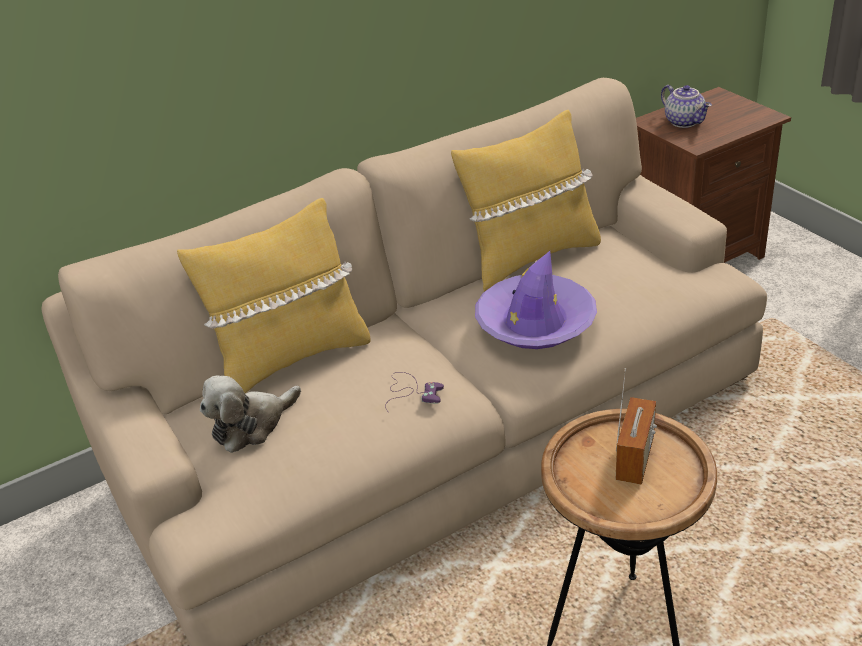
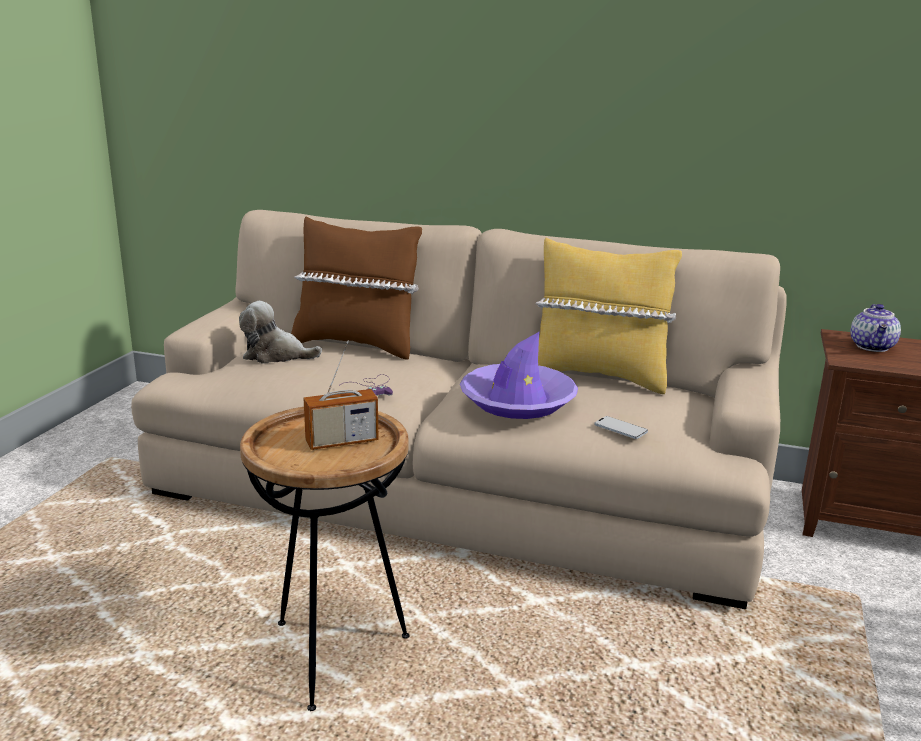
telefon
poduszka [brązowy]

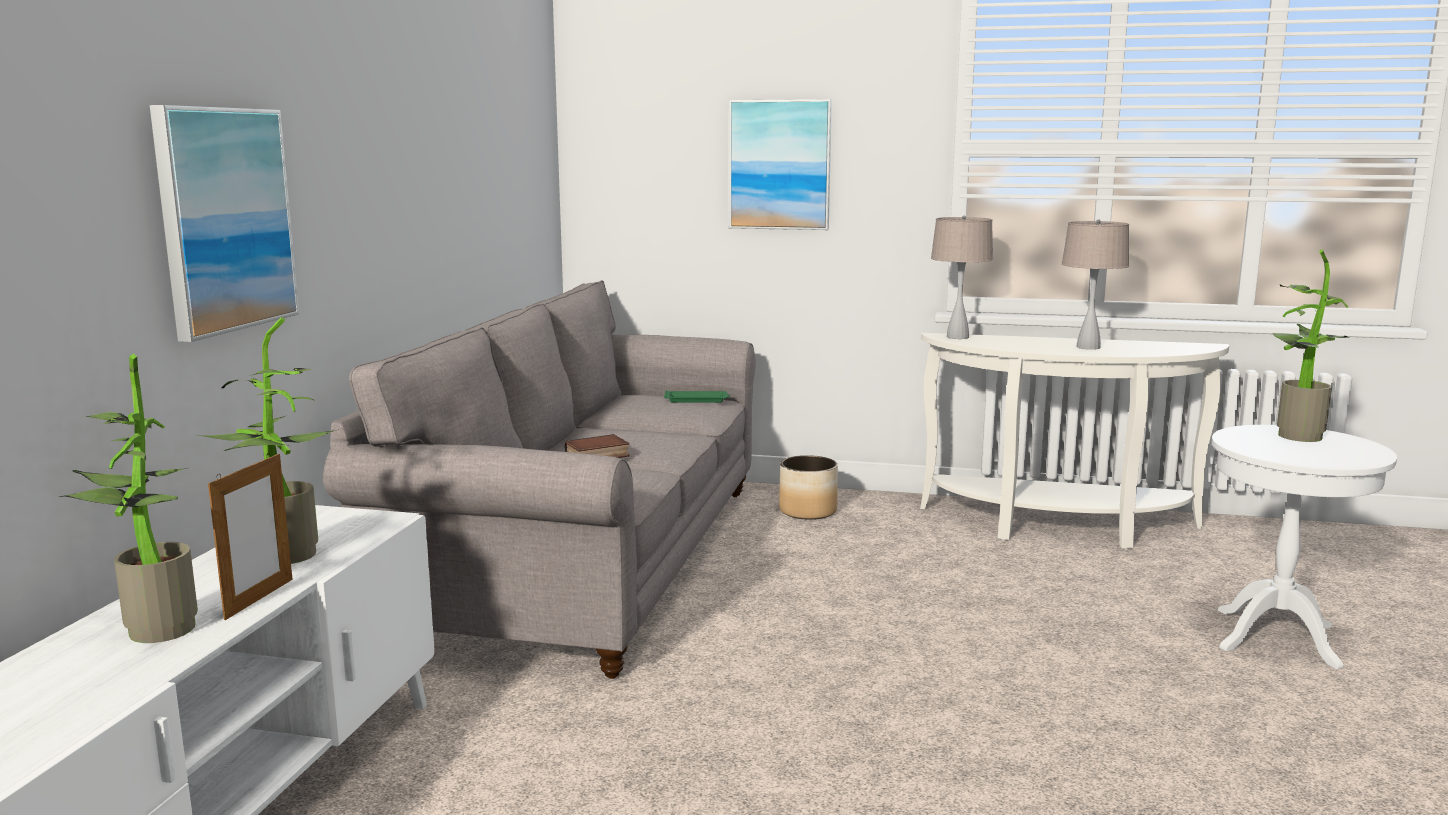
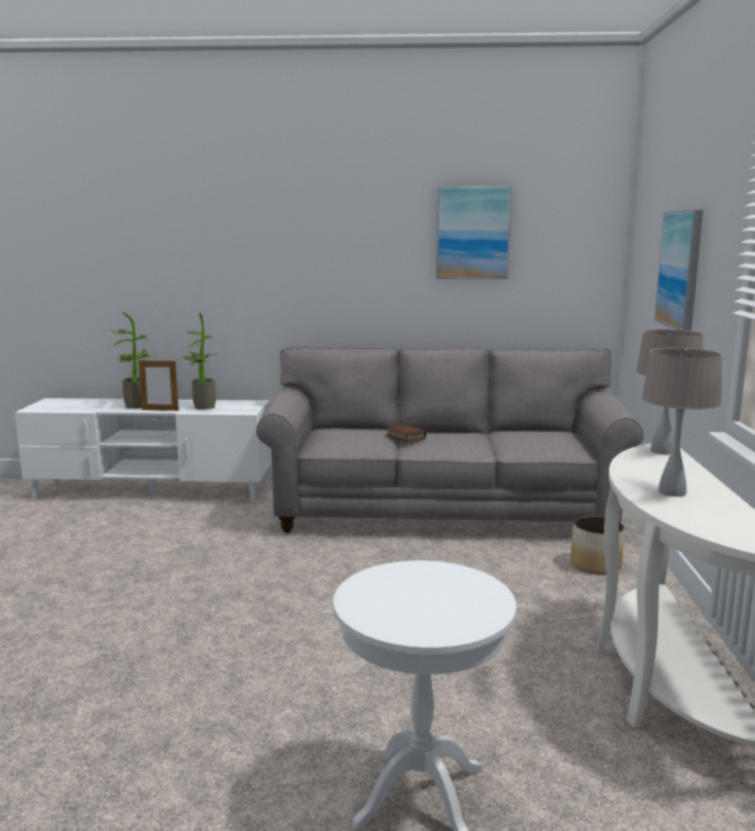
taca [zielony]
roślina doniczkowa (3rd from left in the first image)
obraz (1st from left)

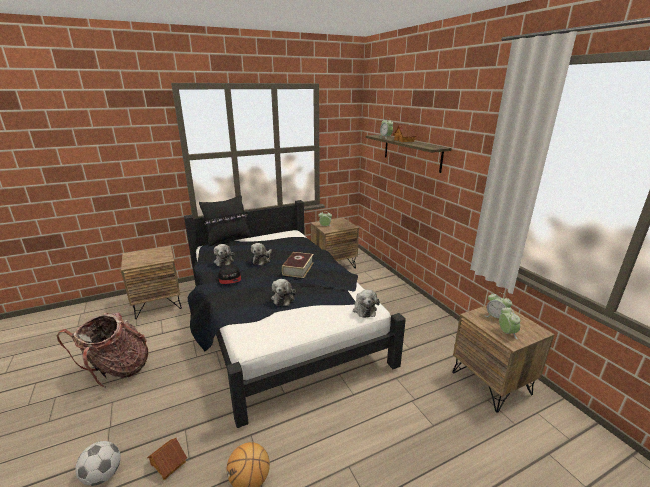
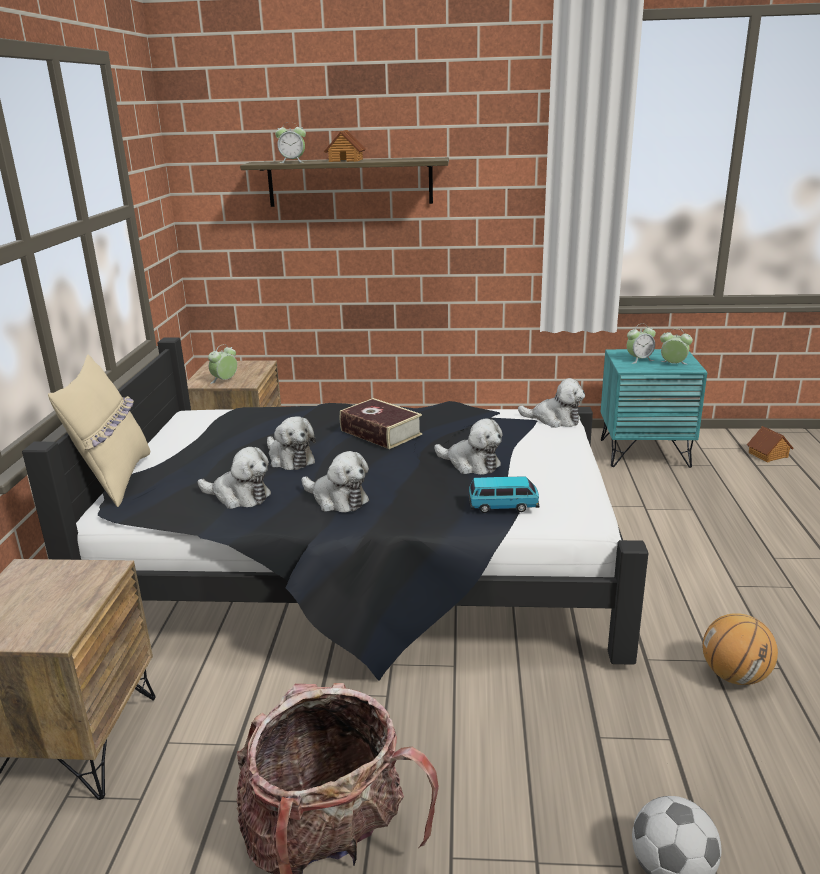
samochodzik
domek (2nd from left)
pluszak (3rd from left)
poduszka [beżowy]
szafka nocna [turkusowy]

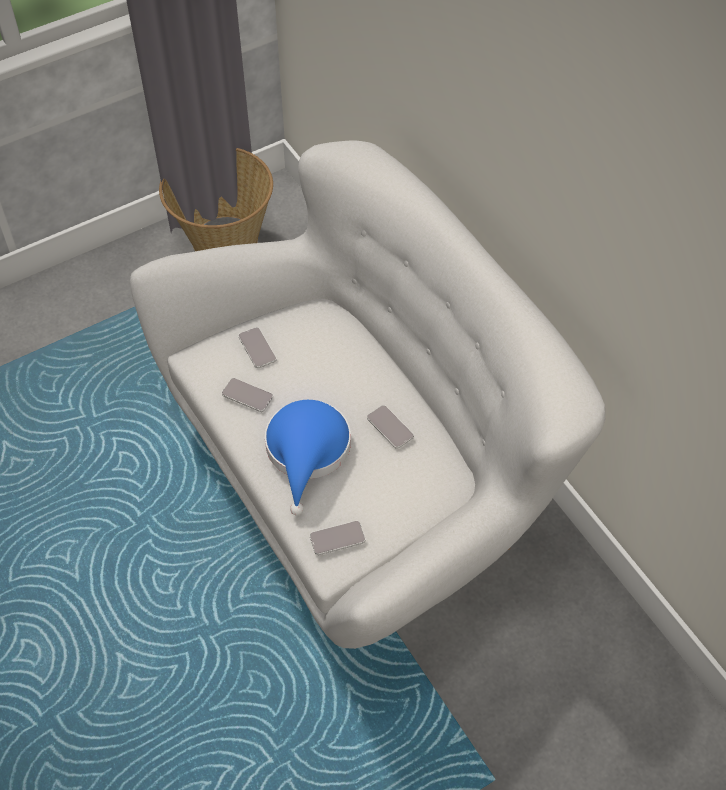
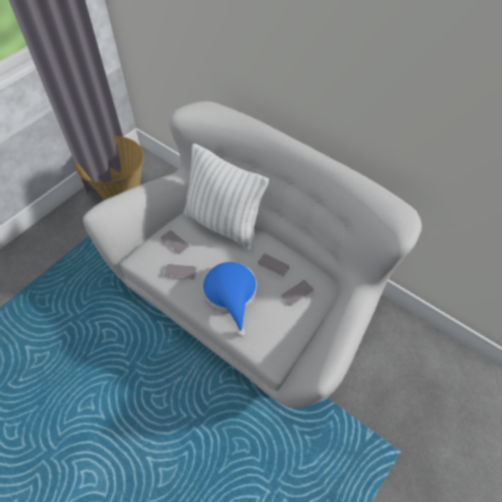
poduszka [biały]
telefon (4th from left)

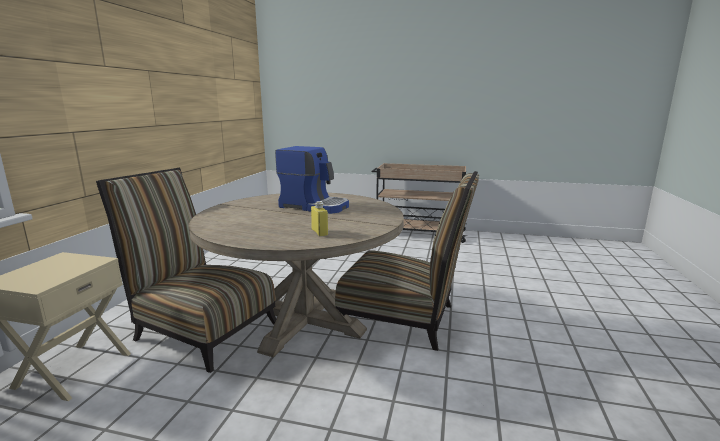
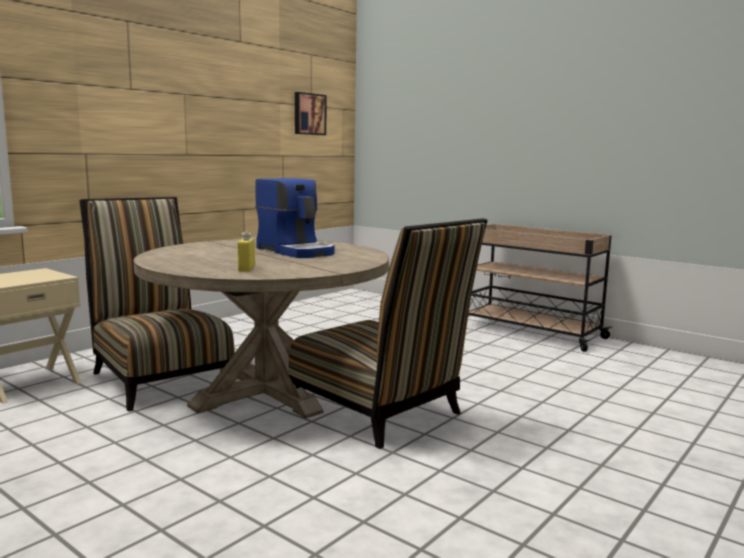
obraz

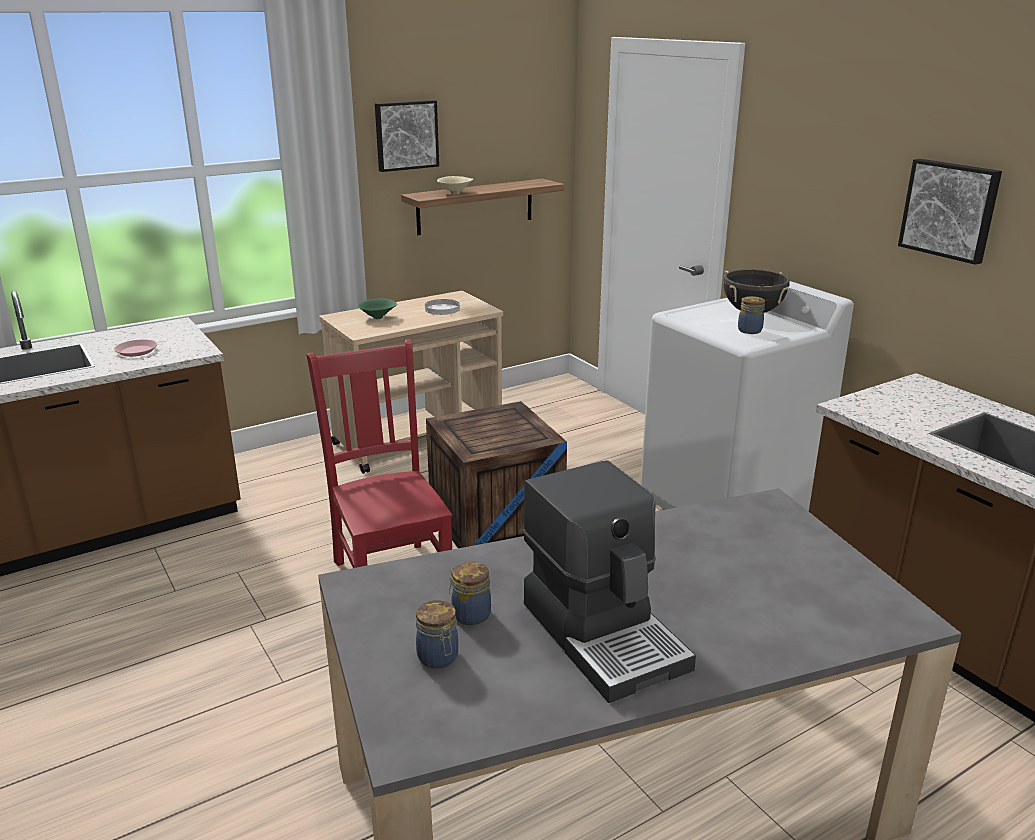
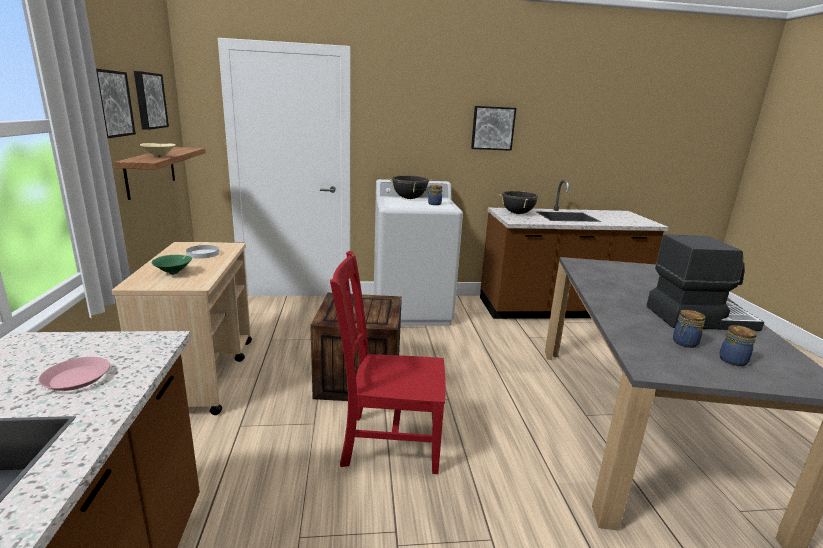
obraz (2nd from left)
garnek [czarny] (2nd from left)

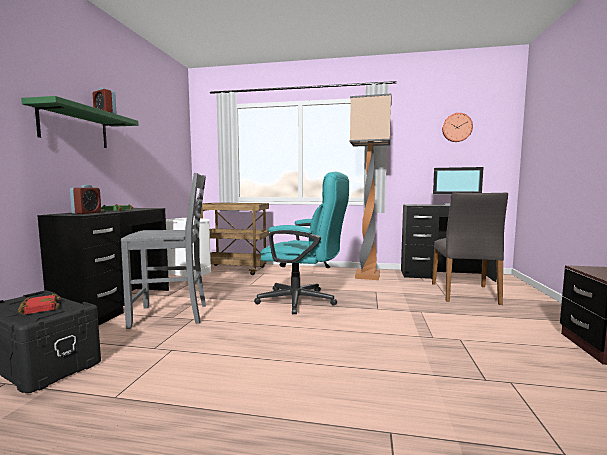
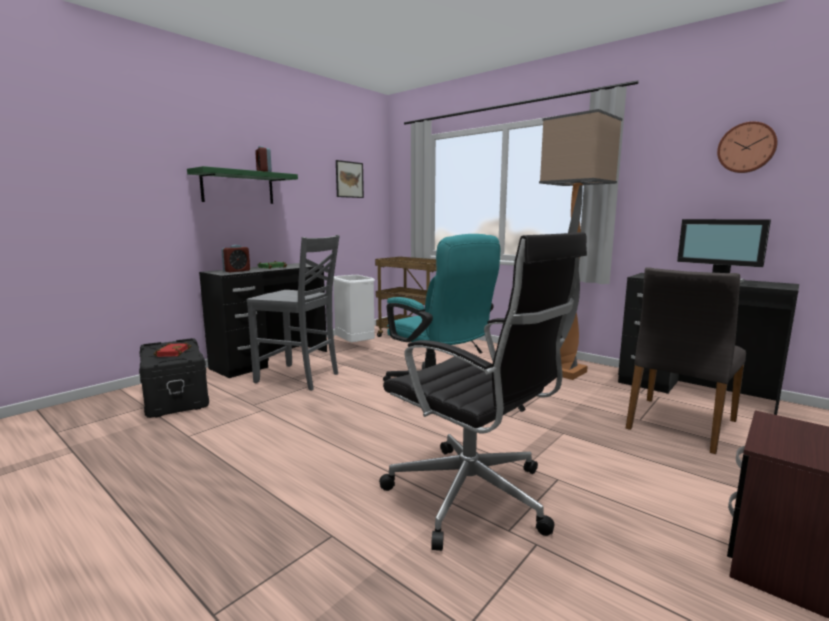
obraz
krzesło biurowe [czarny]

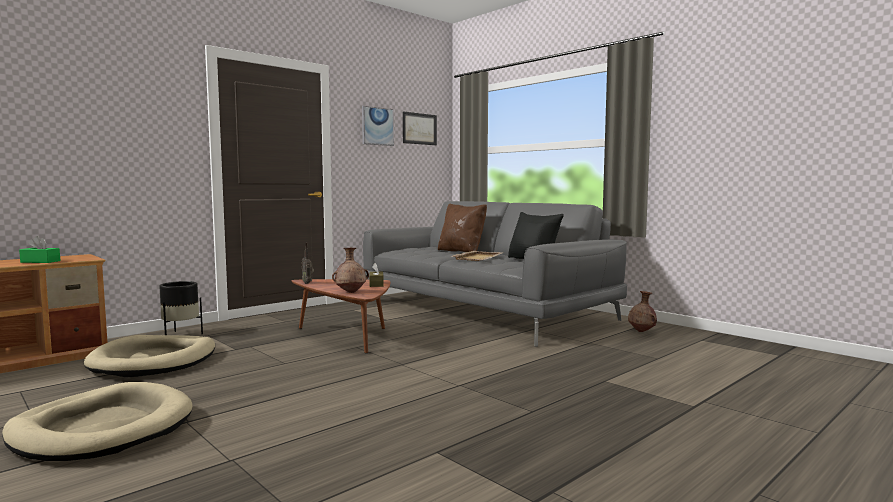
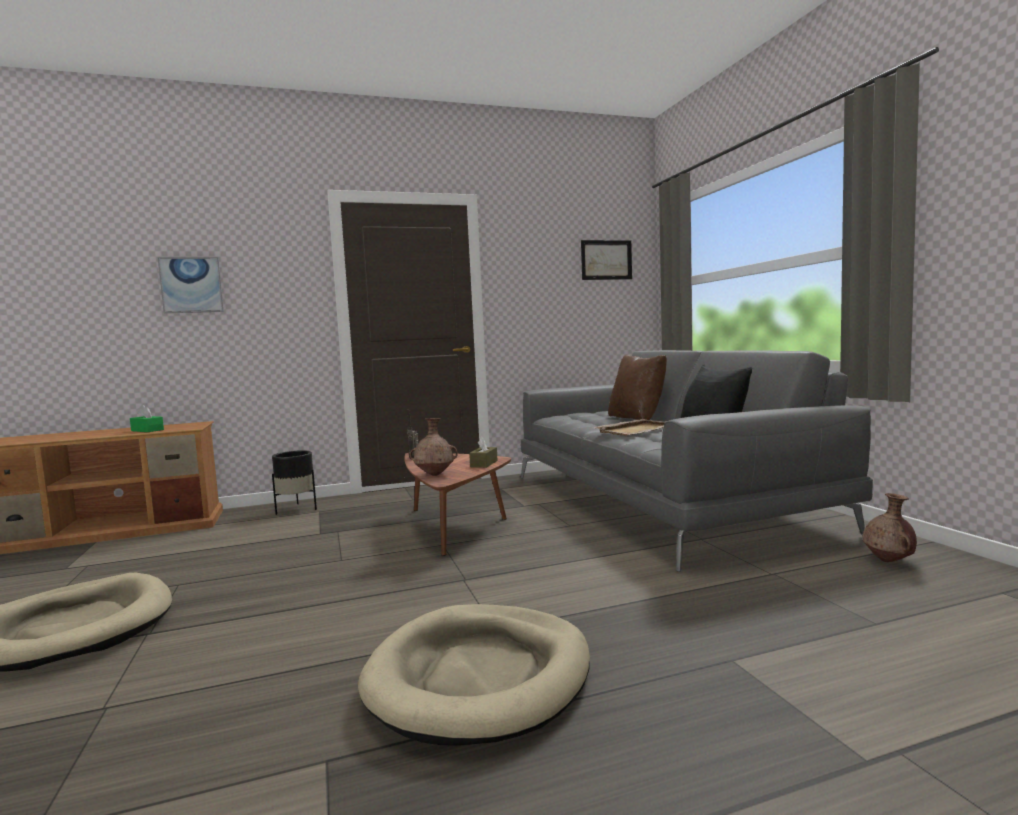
legowisko [beżowy] (2nd from left)
obraz (1st from left)

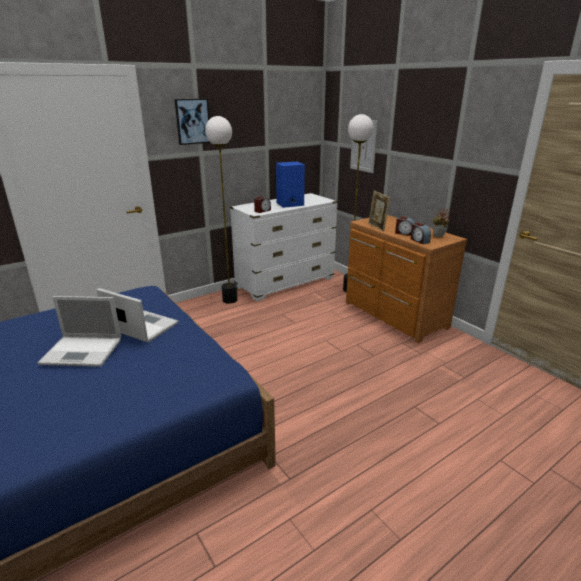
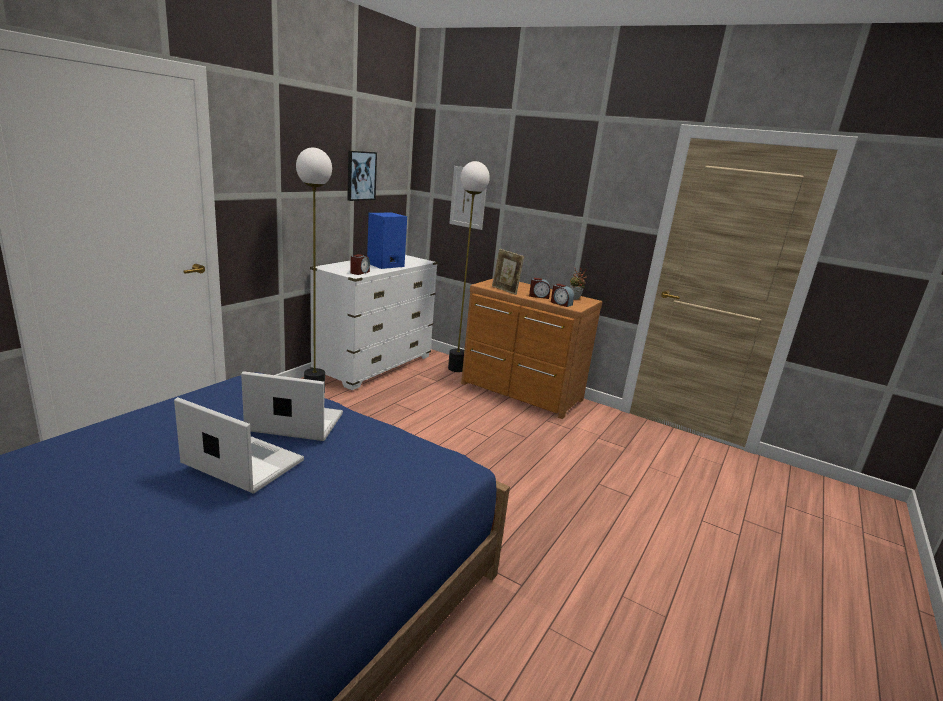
obraz (1st from left)
laptop (1st from left)

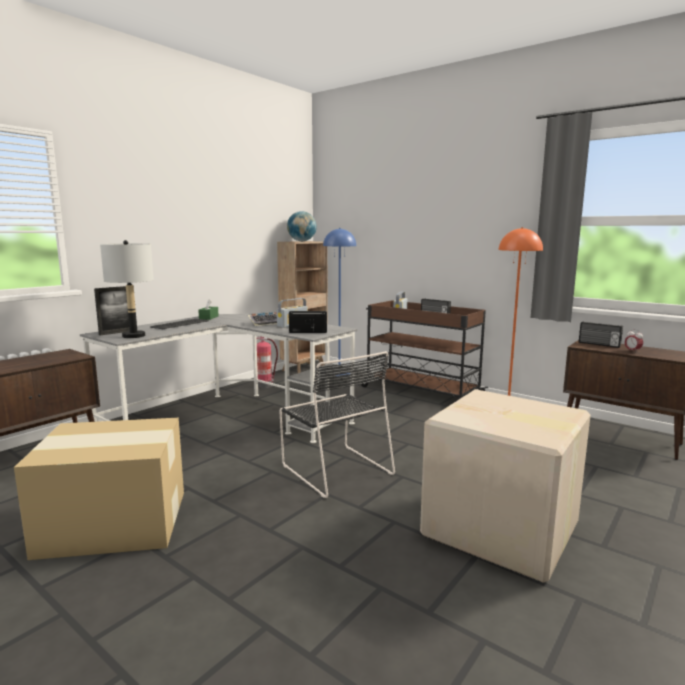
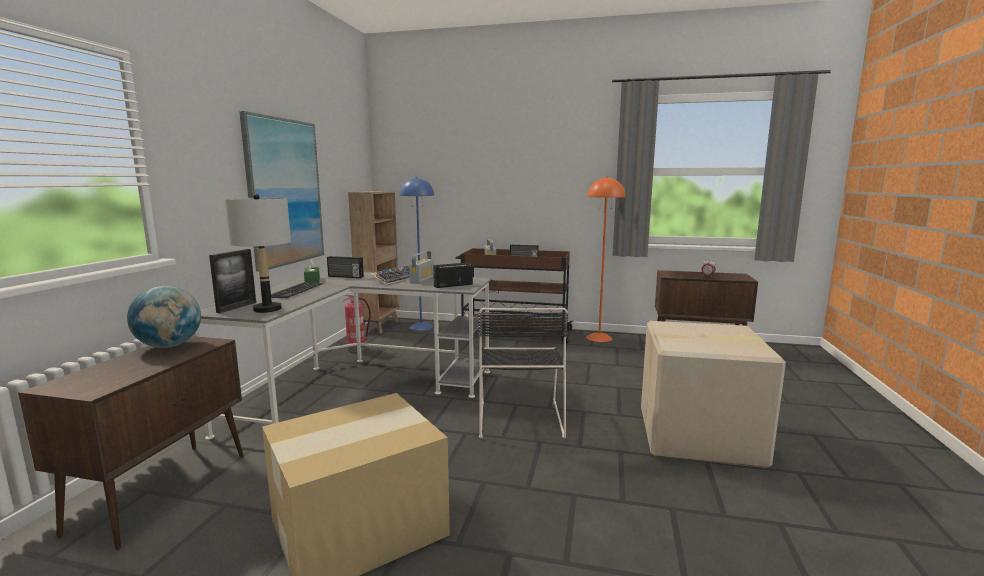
obraz
globus
radio (1st from left)
krzesło [czarny]

